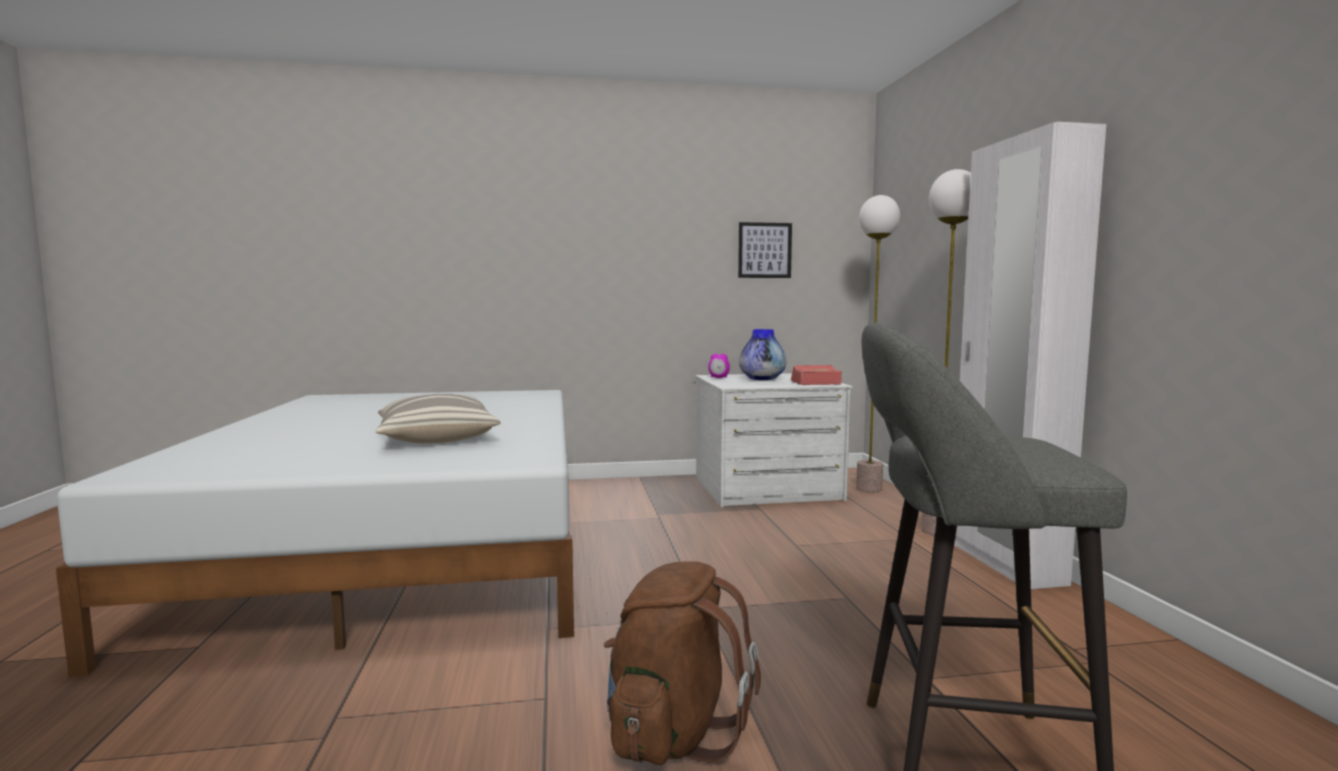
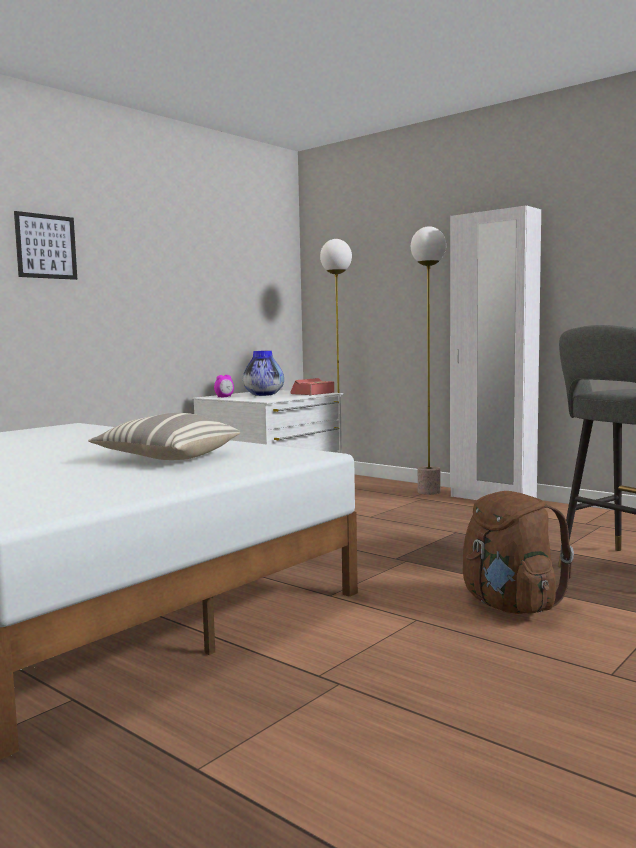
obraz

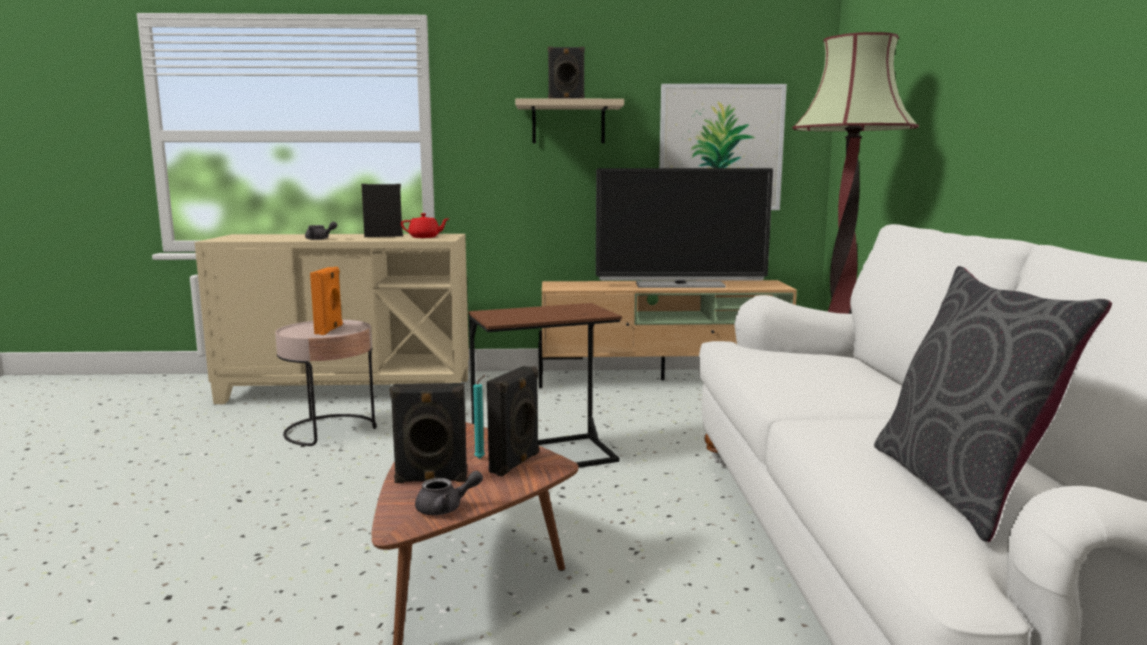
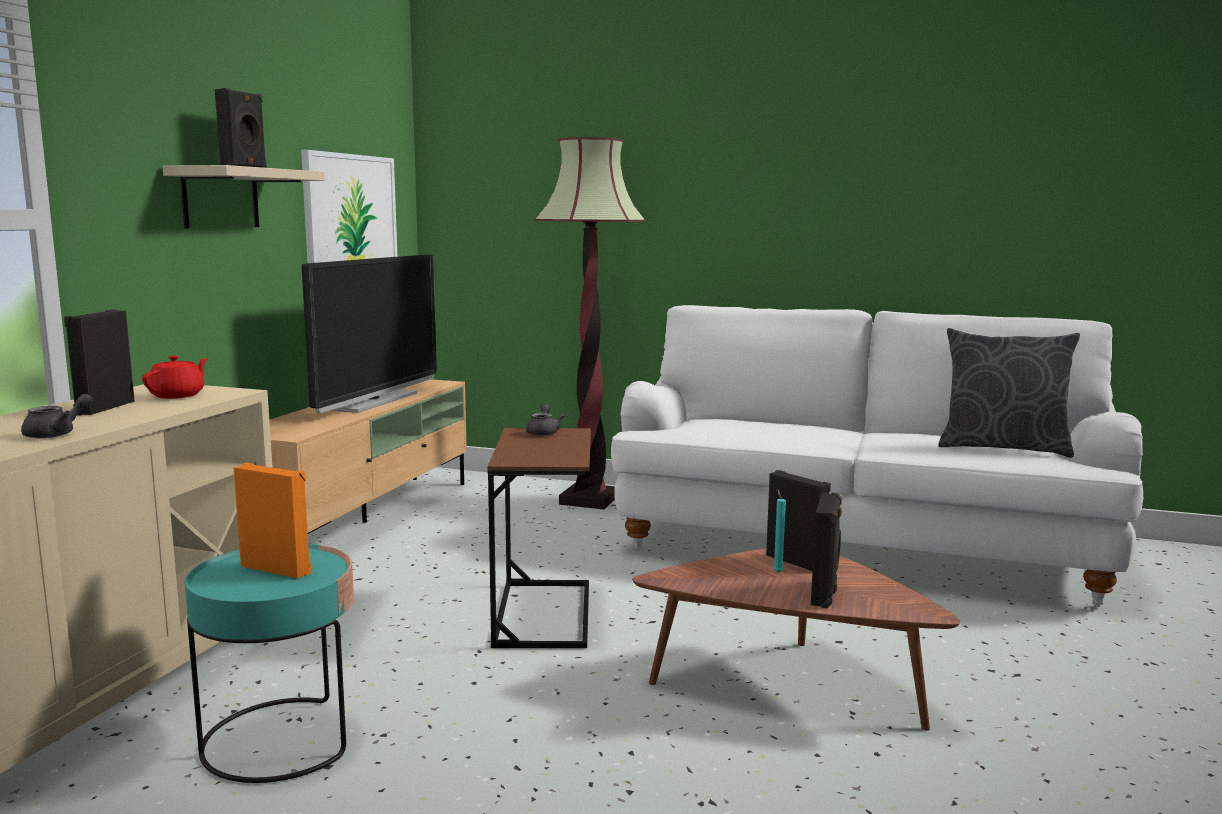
imbryk [szary] (2nd from left)
stolik [turkusowy]

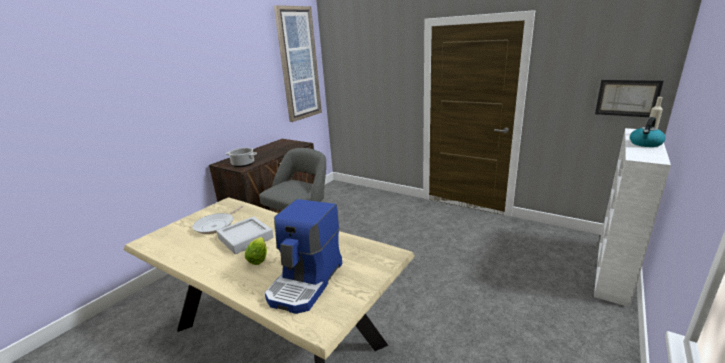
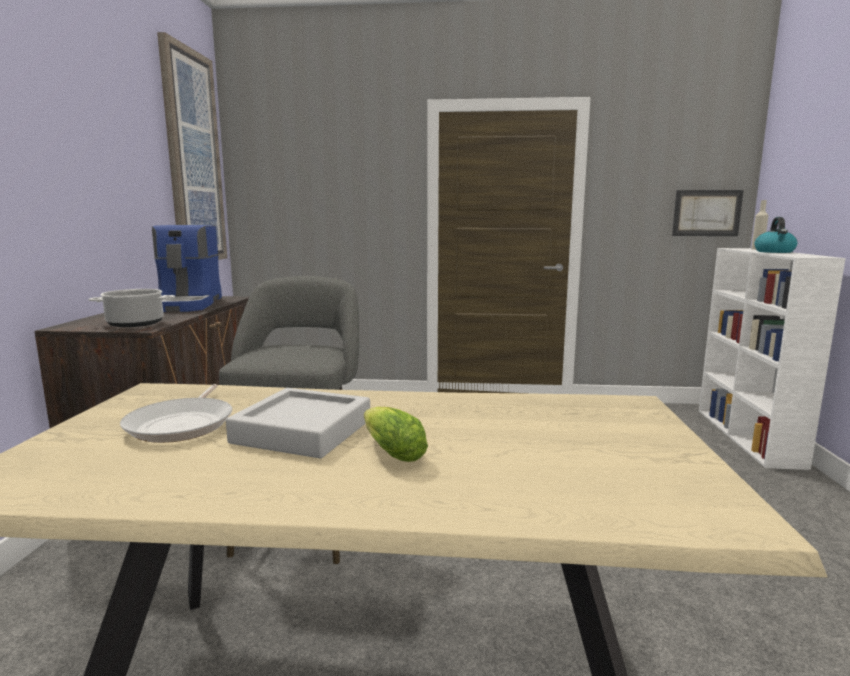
ekspres do kawy

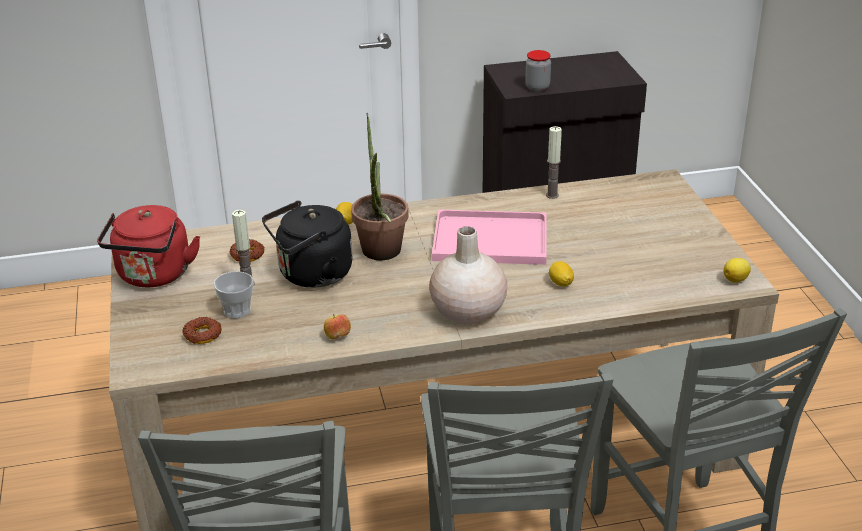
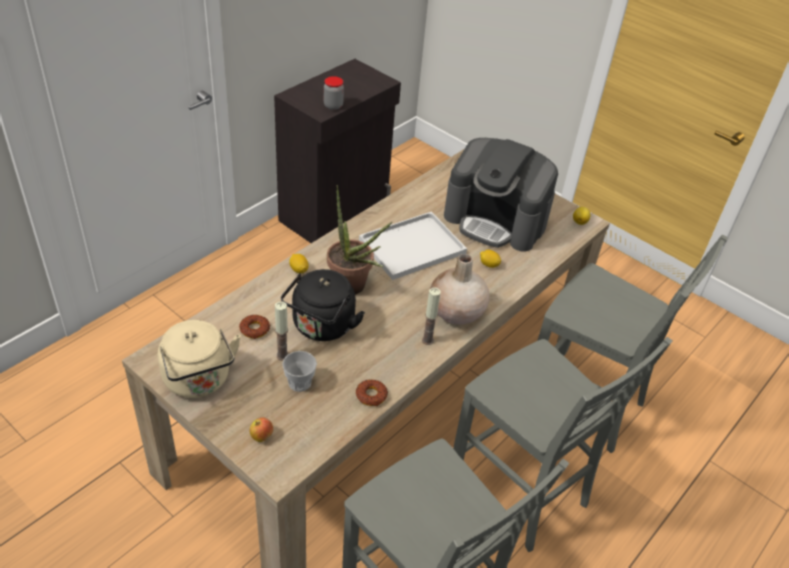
ekspres do kawy
donut (2nd from left)
jabłko
świeca (2nd from left)
czajnik [beżowy]
taca [biały]

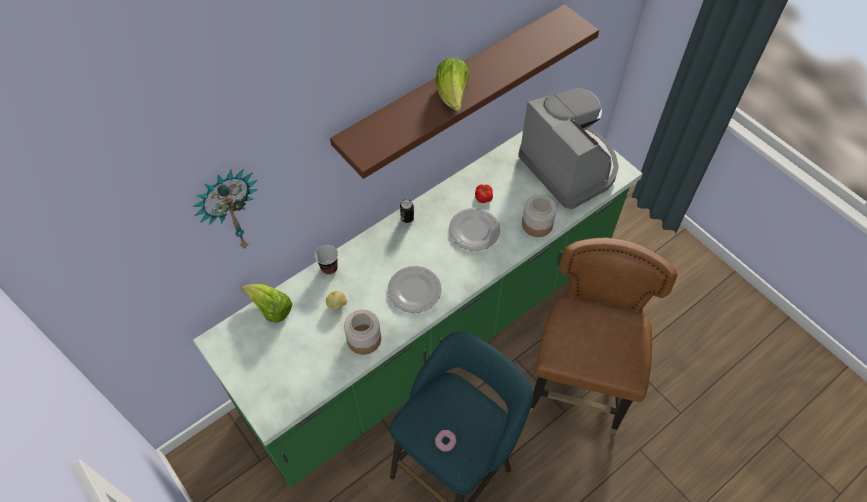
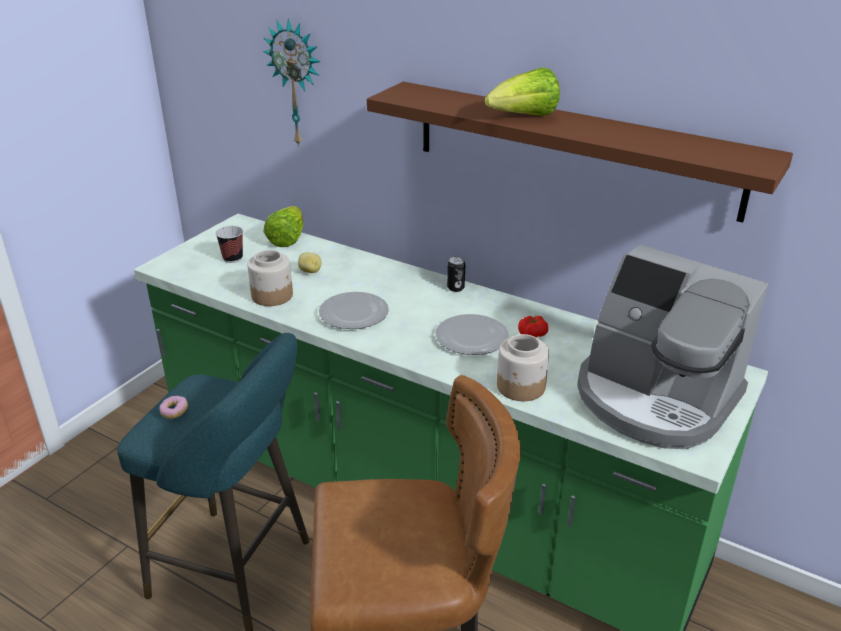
filiżanka
ekspres do kawy

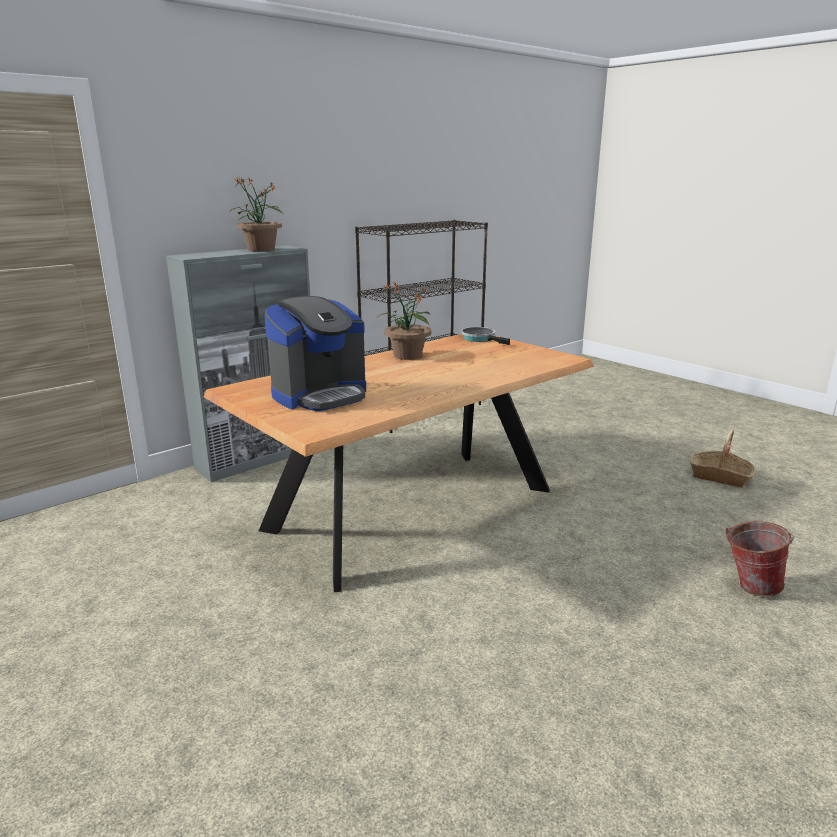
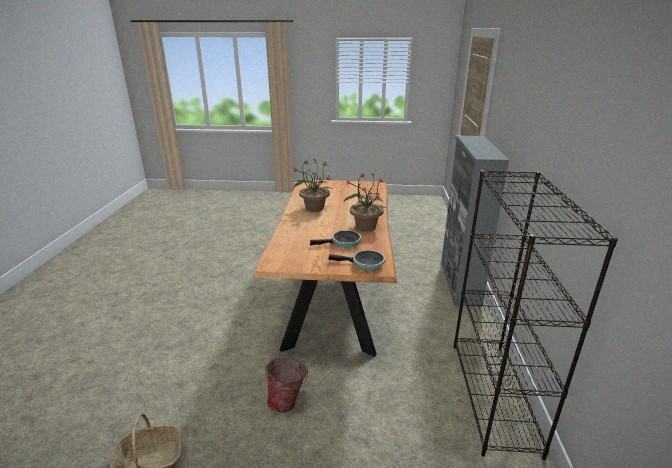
ekspres do kawy
patelnia (1st from left)
roślina doniczkowa (1st from left)
wiadro

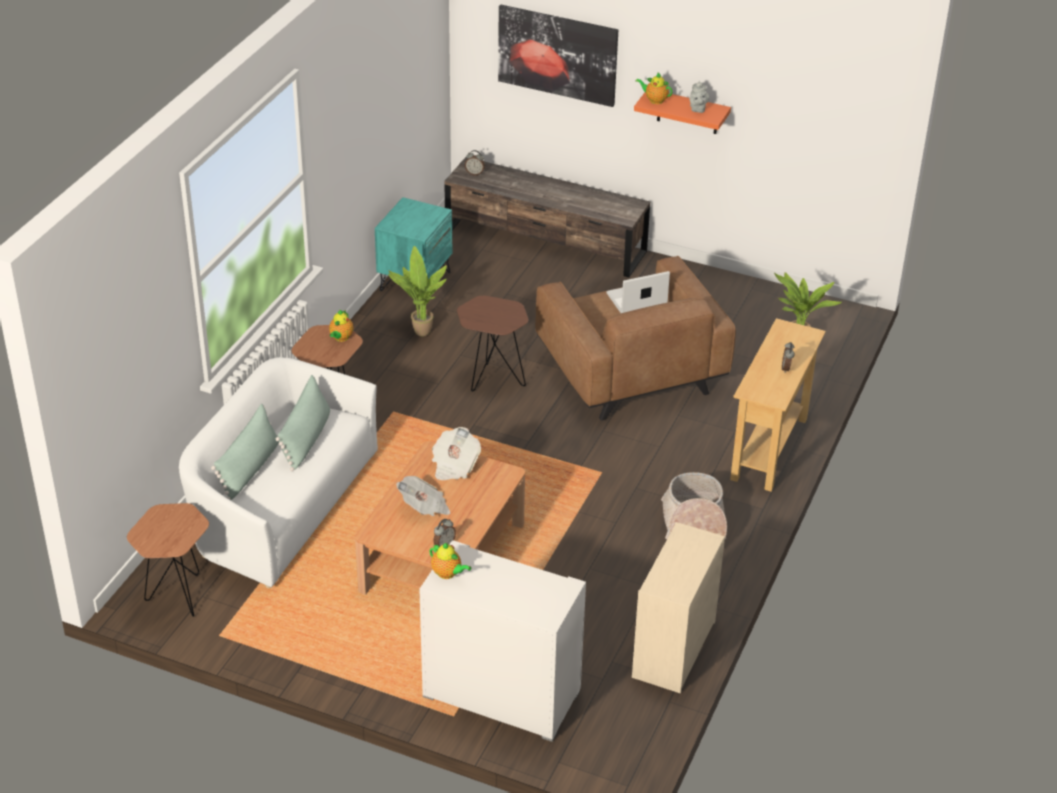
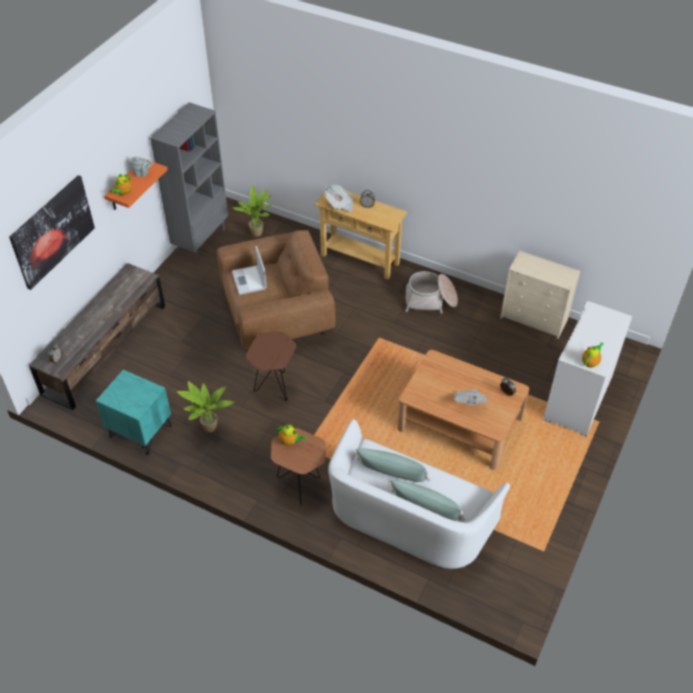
stolik [brązowy] (1st from left in the first image)
regał [szary]
gazeta (1st from left)

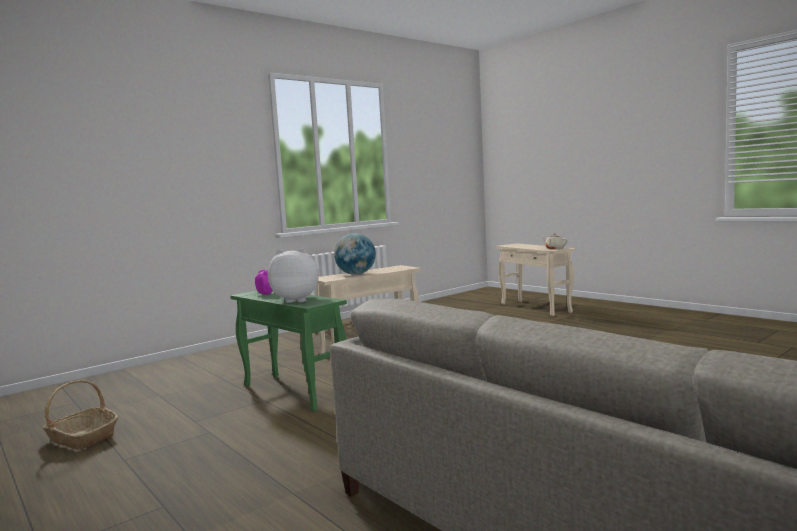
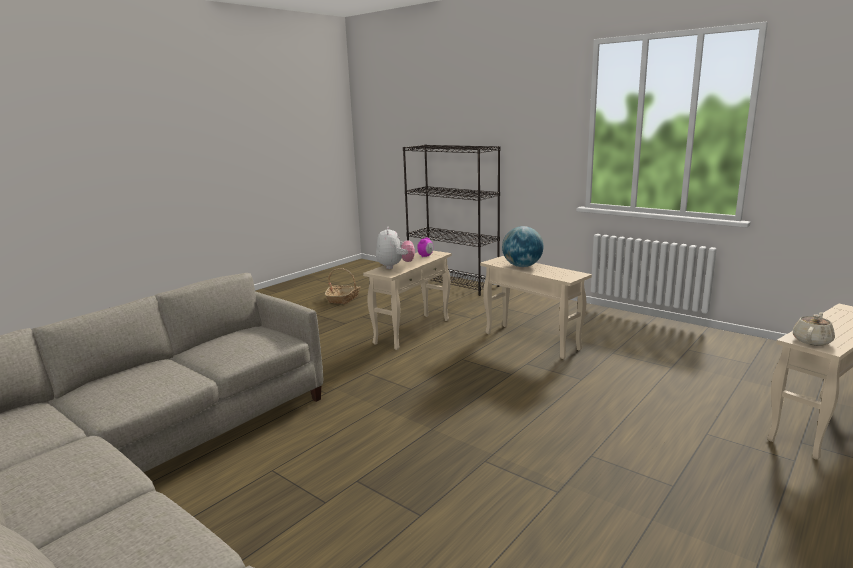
regał [czarny]
stolik [beżowy] (1st from left)

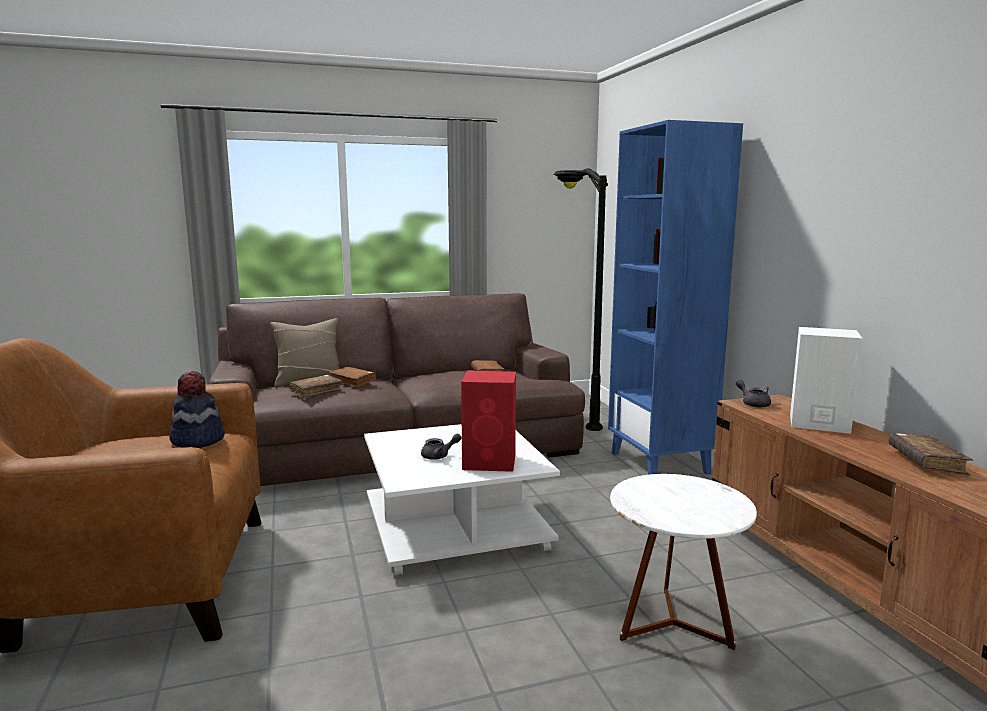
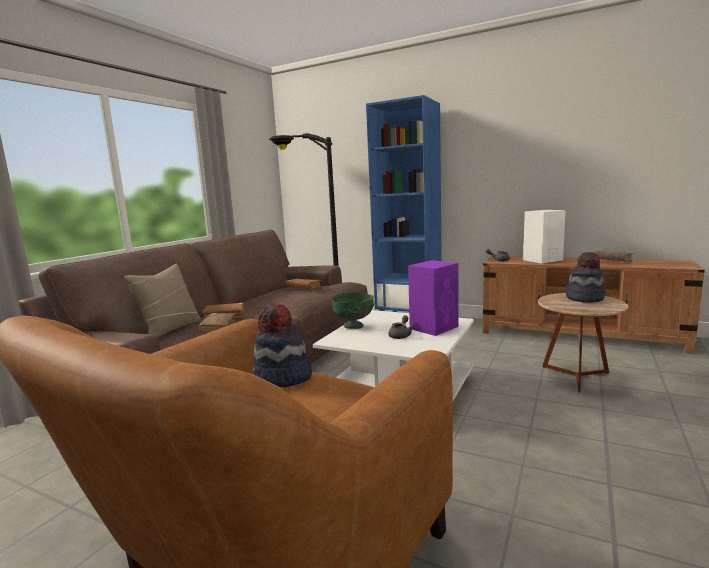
miska [zielony]
kapelusz (2nd from left)
głośnik [fioletowy]
stolik [brązowy]

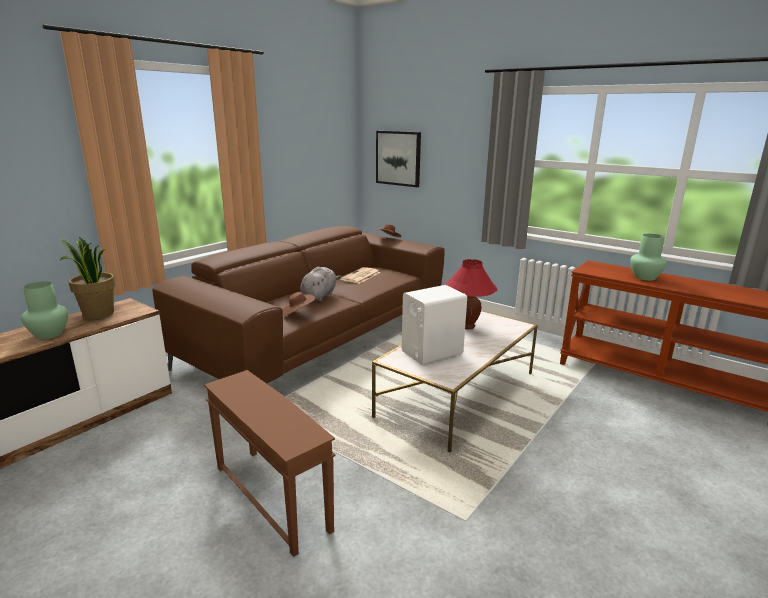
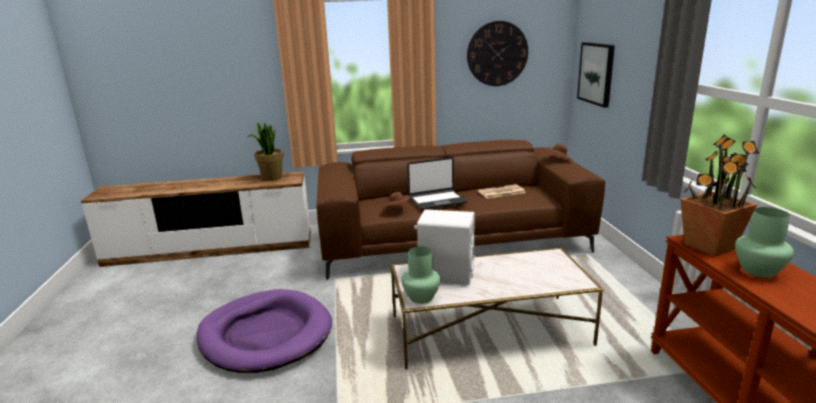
lampa stołowa [czerwony]
zegar ścienny
roślina doniczkowa (2nd from left)
wazon [zielony] (1st from left)
legowisko [fioletowy]
laptop

